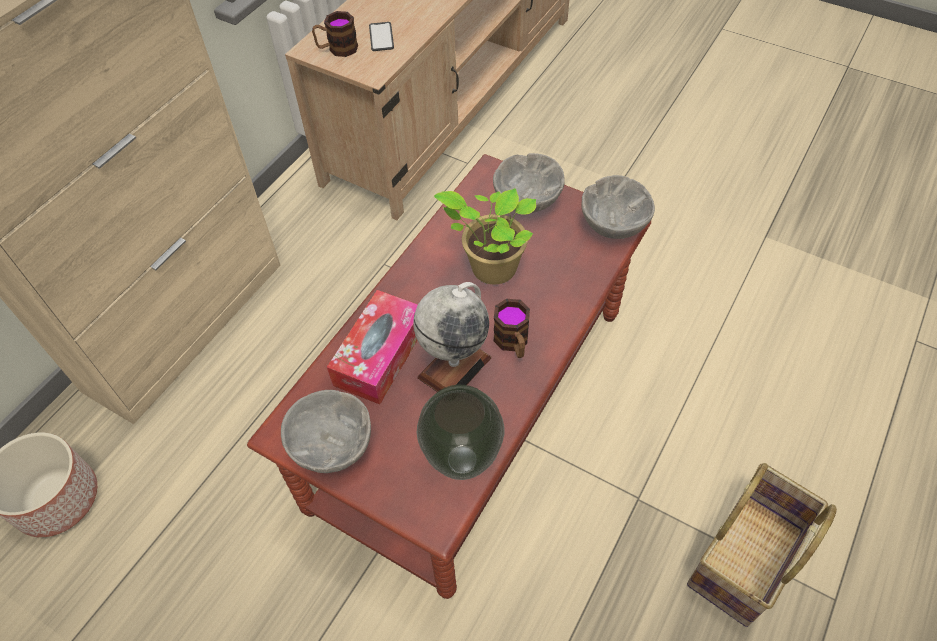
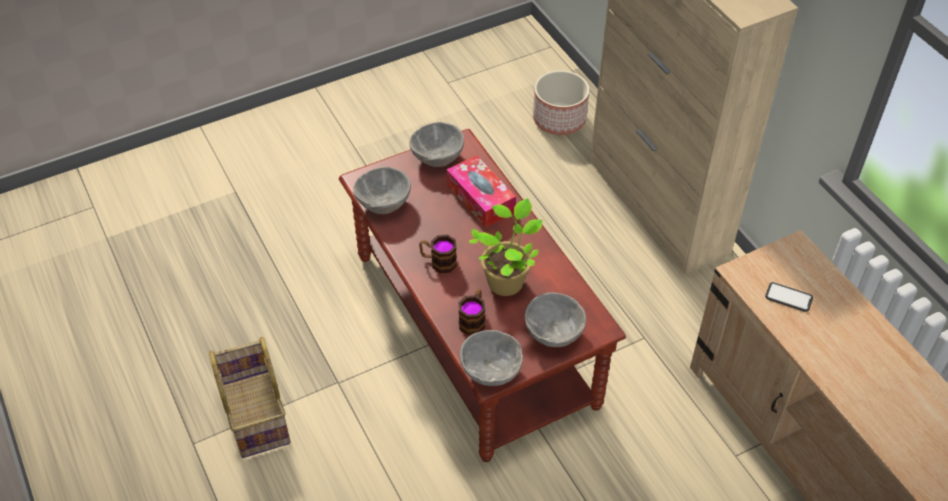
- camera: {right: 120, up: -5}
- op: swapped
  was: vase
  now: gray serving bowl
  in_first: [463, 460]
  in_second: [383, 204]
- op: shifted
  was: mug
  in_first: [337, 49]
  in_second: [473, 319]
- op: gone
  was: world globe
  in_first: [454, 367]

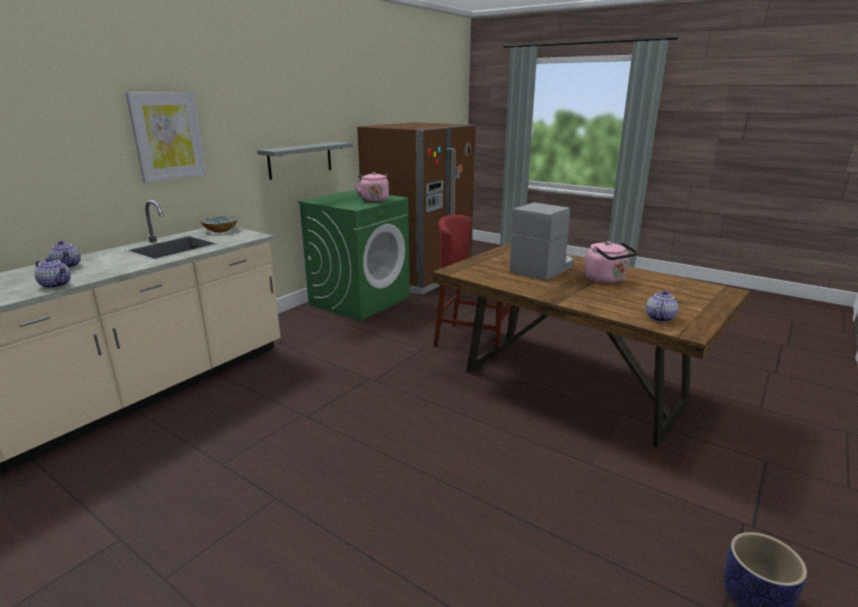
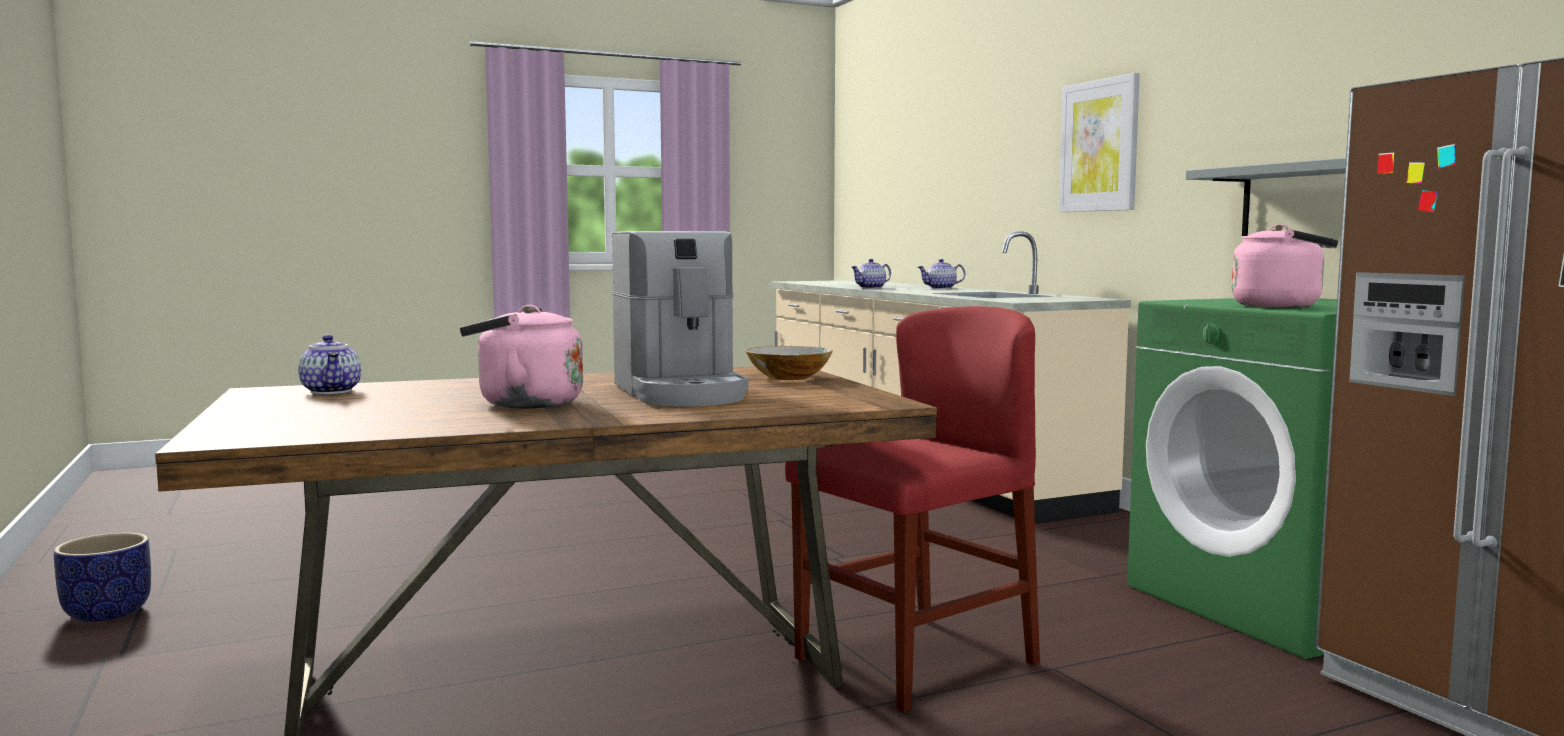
- camera: {right: 120, up: -15}
- op: shifted
  was: serving bowl
  in_first: [221, 230]
  in_second: [789, 377]

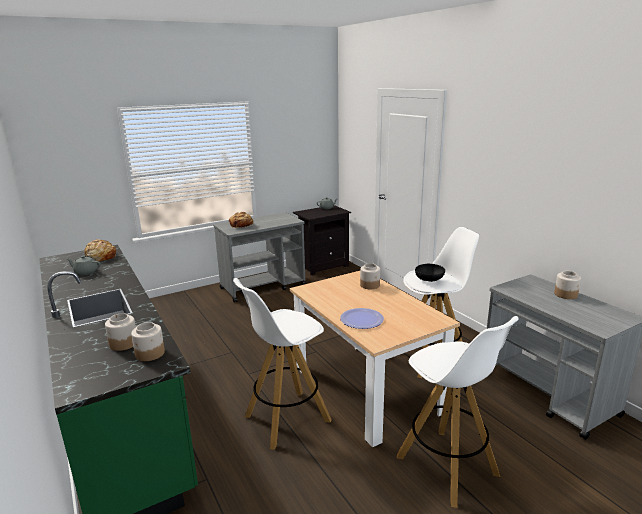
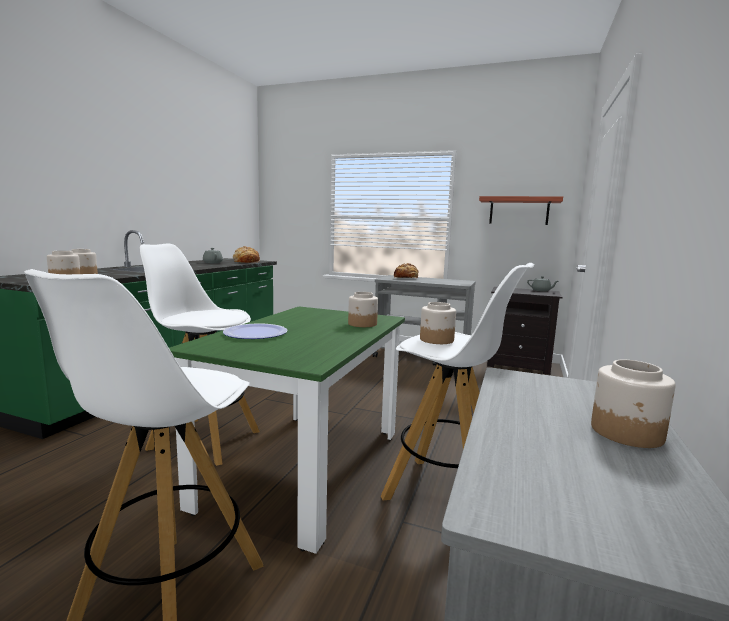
- camera: {right: 50, up: -10}
- op: repainted
  was: beige dinner table
  now: green-coloured dinner table
  in_first: [366, 389]
  in_second: [305, 467]
- op: swapped
  was: black-coloured serving bowl
  now: preserve jar
  in_first: [429, 280]
  in_second: [436, 340]
- op: new
  now: shelf
  in_second: [519, 211]

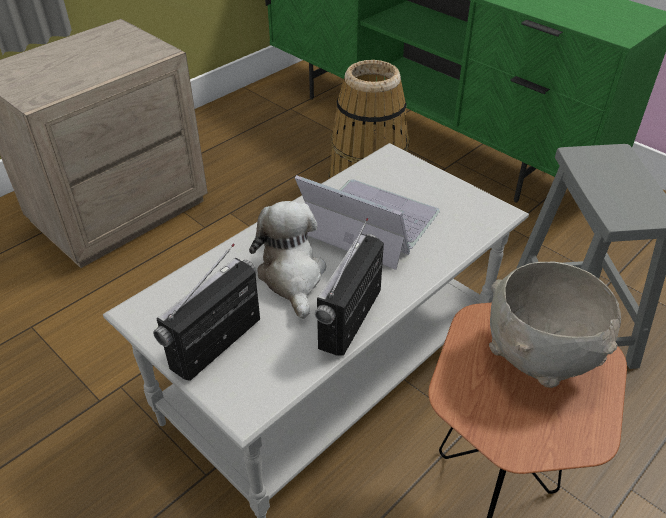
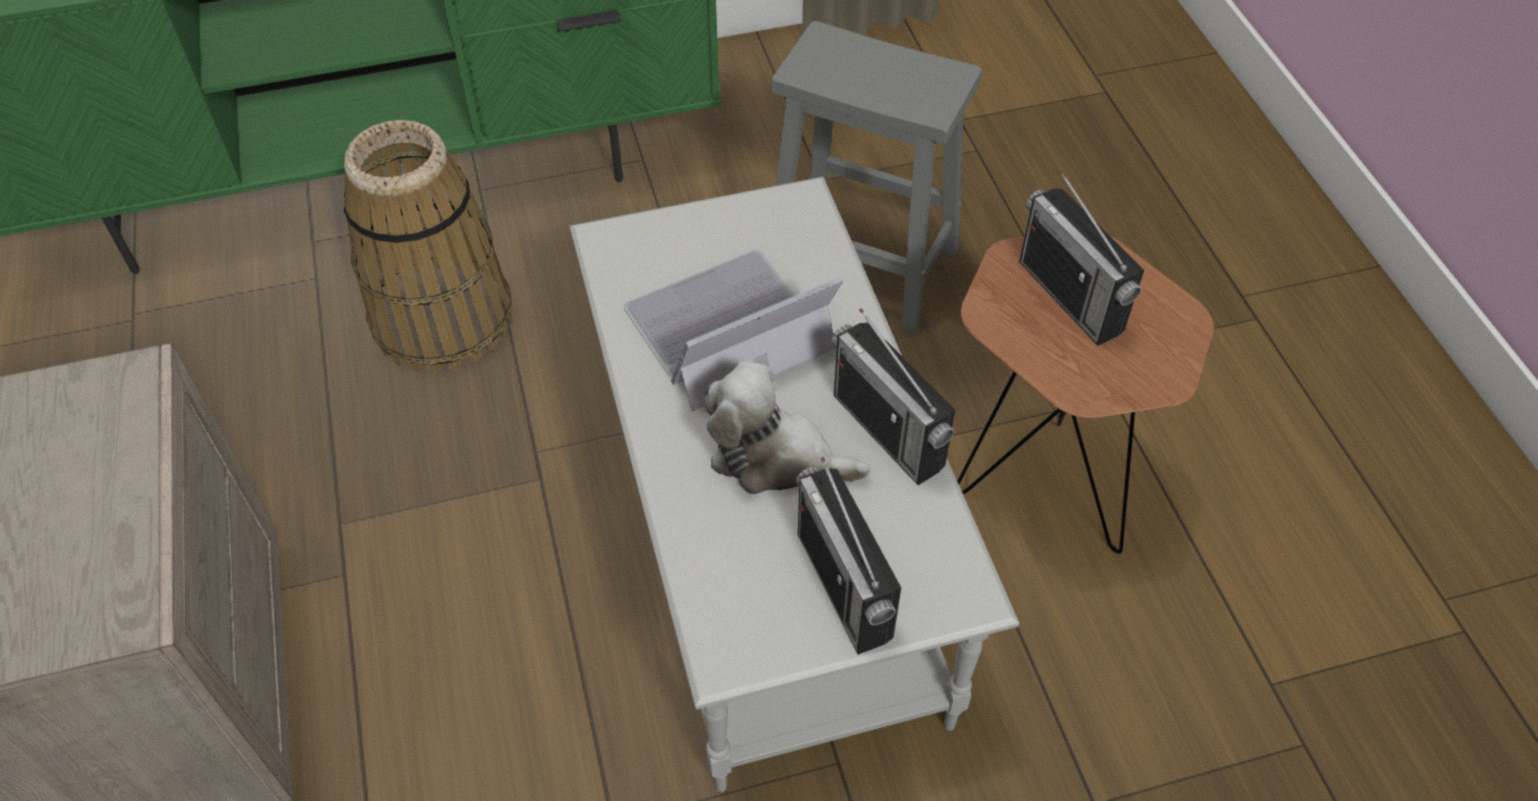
- camera: {right: -60, up: 10}
- op: swapped
  was: gray serving bowl
  now: radio
  in_first: [539, 358]
  in_second: [1070, 297]

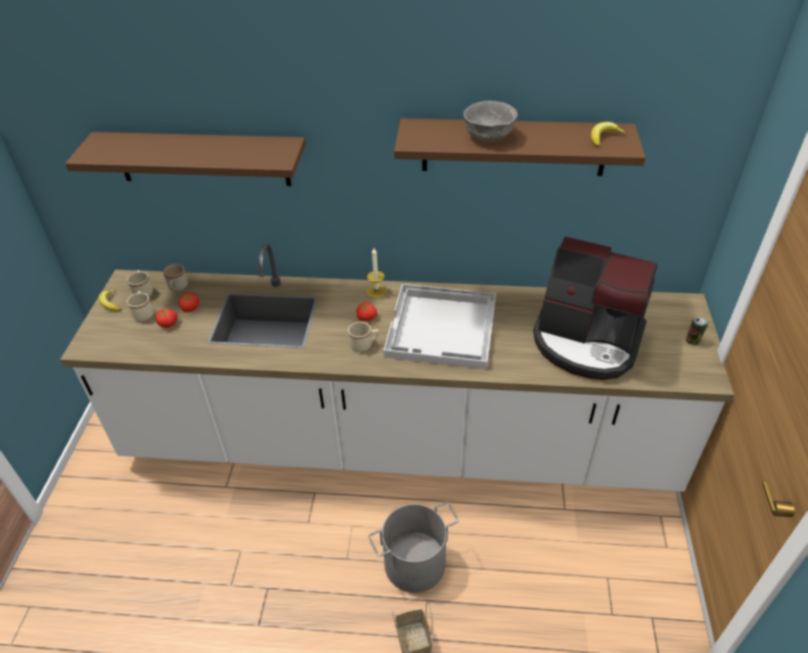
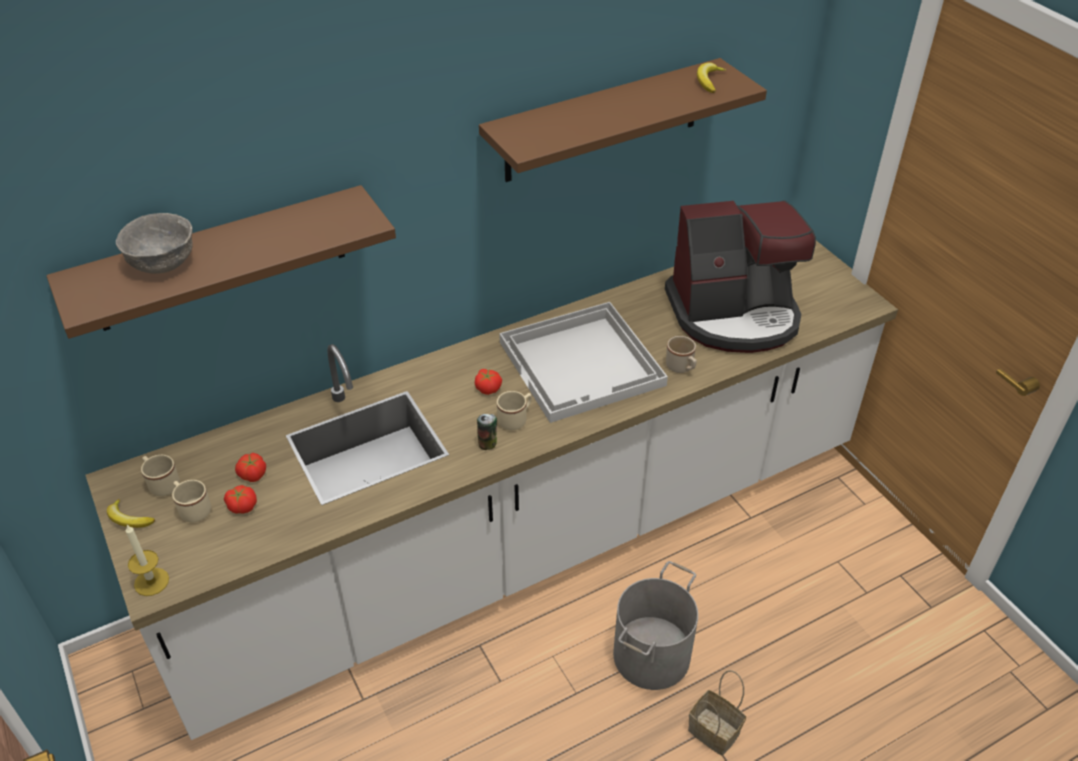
- camera: {right: -35, up: 0}
- op: shifted
  was: gray serving bowl
  in_first: [489, 136]
  in_second: [163, 262]
- op: shifted
  was: wax candle
  in_first: [376, 291]
  in_second: [151, 582]
- op: shifted
  was: can
  in_first: [693, 340]
  in_second: [488, 443]
- op: shifted
  was: beige mug
  in_first: [177, 288]
  in_second: [681, 368]

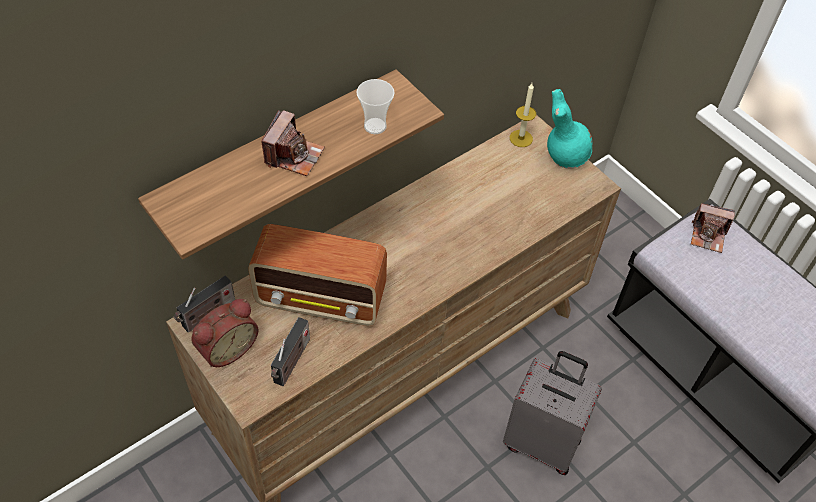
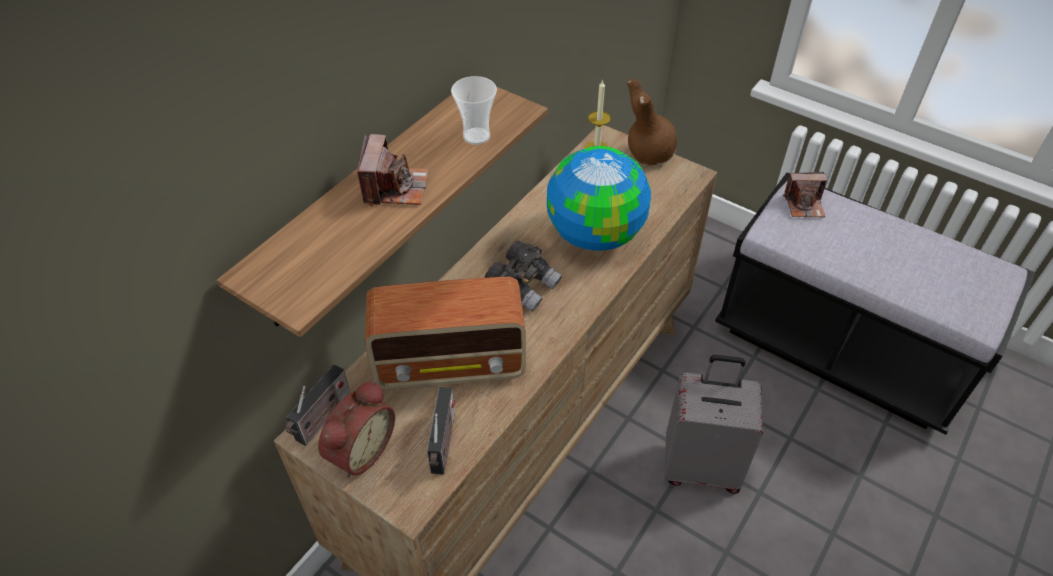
- camera: {right: -15, up: -5}
- op: new
  now: gray binoculars
  in_second: [524, 286]
- op: new
  now: world globe
  in_second: [594, 234]
- op: repainted
  was: turquoise vase
  now: brown-coloured vase
  in_first: [564, 156]
  in_second: [647, 155]

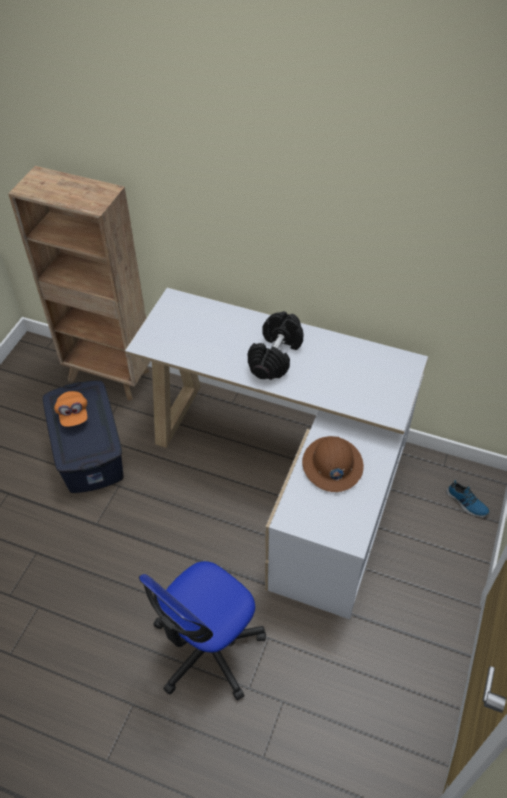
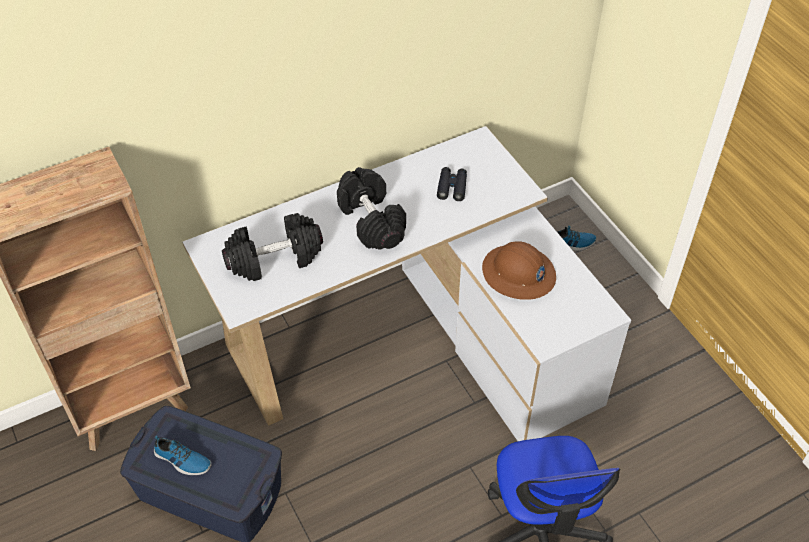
- camera: {right: -50, up: 0}
- op: swapped
  was: orange-coloured baseball cap
  now: item of footwear
  in_first: [73, 414]
  in_second: [182, 460]
- op: new
  now: black-coloured hand weight
  in_second: [274, 259]
- op: new
  now: black-coloured binoculars
  in_second: [452, 187]

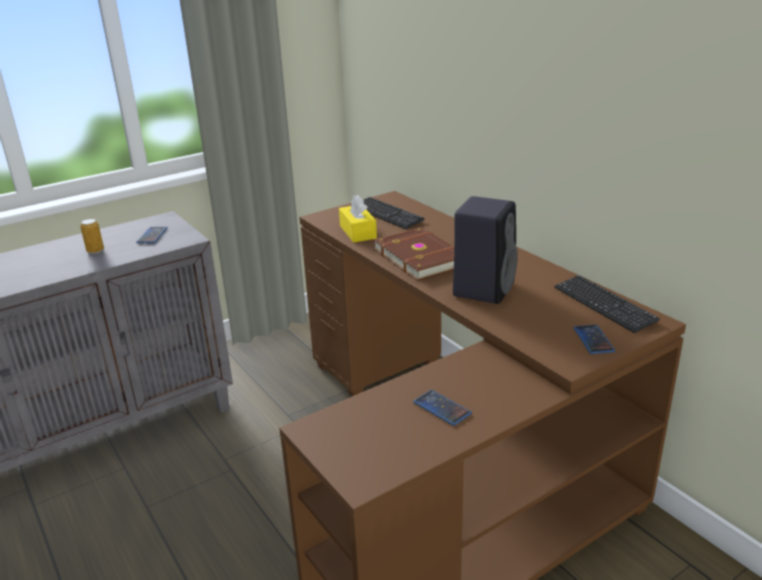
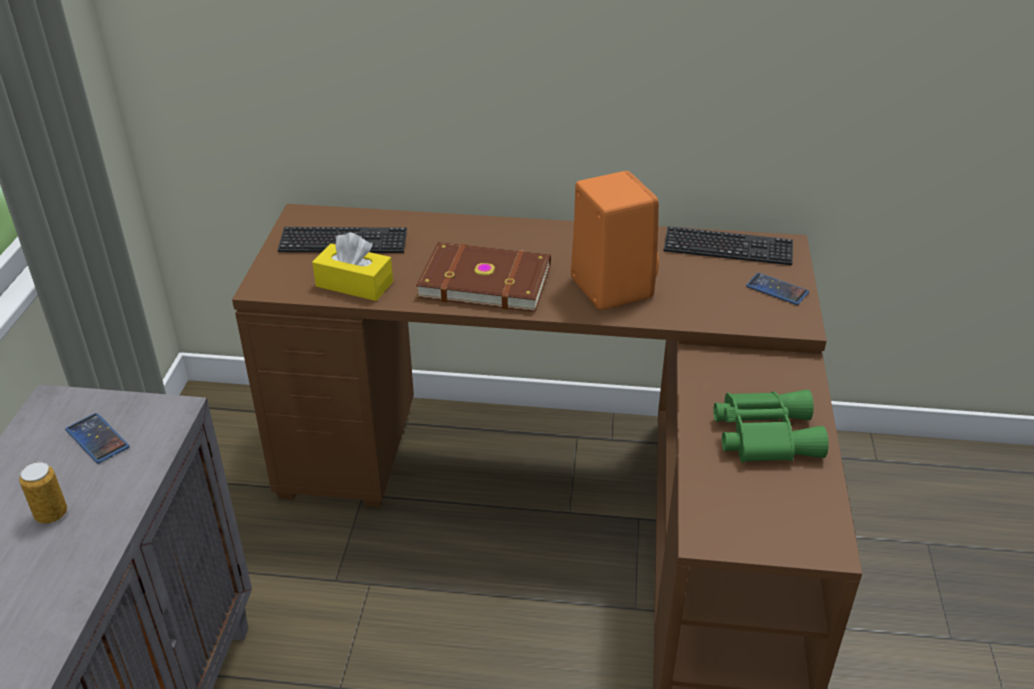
- camera: {right: -50, up: 10}
- op: repainted
  was: black-coloured audio speaker
  now: orange-coloured audio speaker
  in_first: [484, 288]
  in_second: [609, 286]
- op: swapped
  was: telephone
  now: green-coloured binoculars
  in_first: [442, 408]
  in_second: [763, 434]

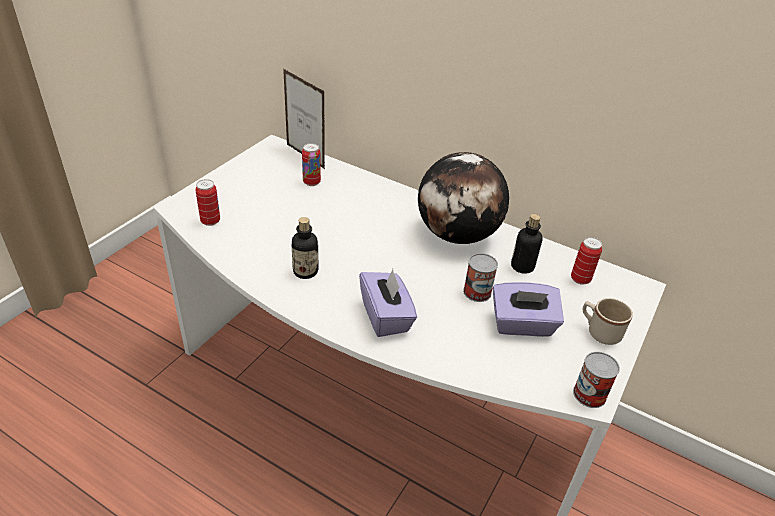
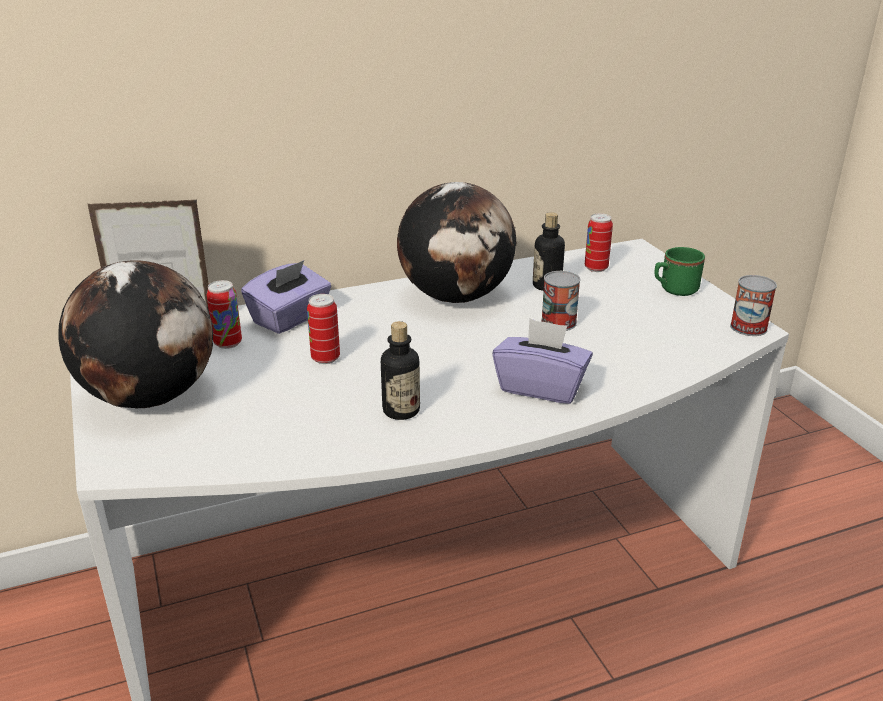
- camera: {right: -50, up: -10}
- op: new
  now: world globe
  in_second: [150, 396]
- op: shifted
  was: purple-coloured tissue box
  in_first: [522, 325]
  in_second: [290, 318]
- op: shifted
  was: can
  in_first: [210, 221]
  in_second: [325, 358]
- op: repainted
  was: beige mug
  now: green-coloured mug
  in_first: [599, 332]
  in_second: [674, 290]

